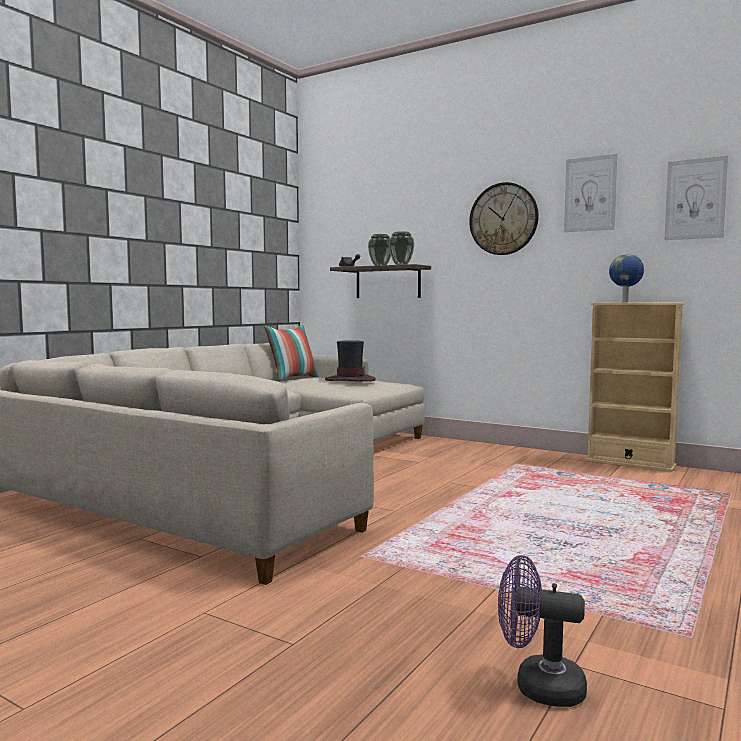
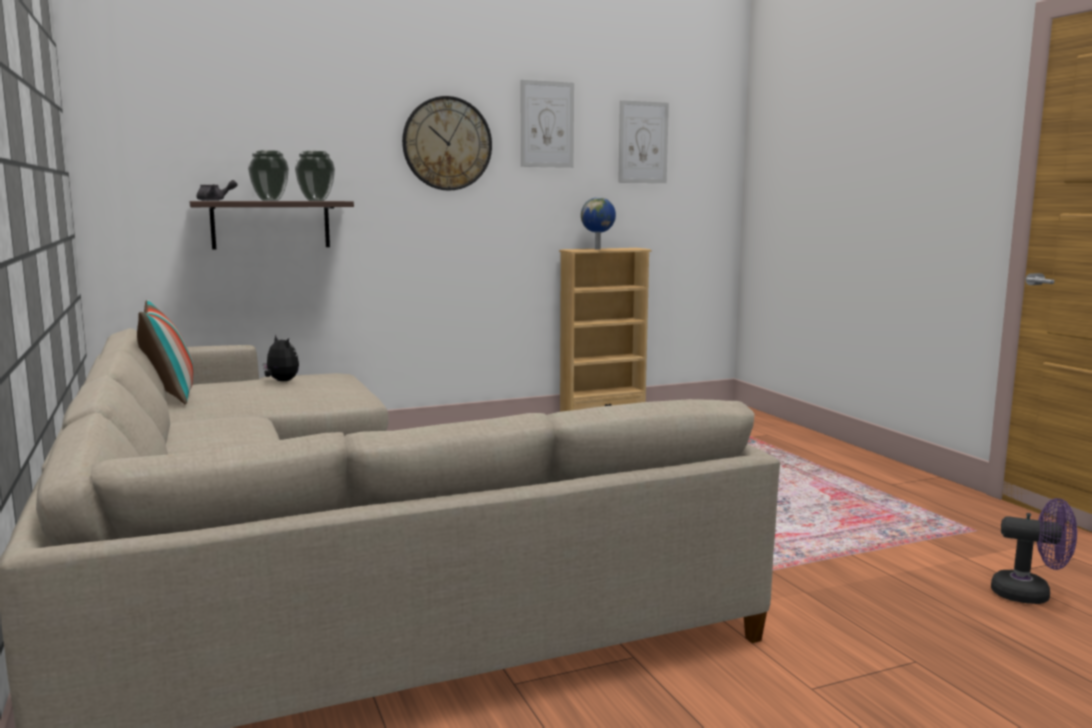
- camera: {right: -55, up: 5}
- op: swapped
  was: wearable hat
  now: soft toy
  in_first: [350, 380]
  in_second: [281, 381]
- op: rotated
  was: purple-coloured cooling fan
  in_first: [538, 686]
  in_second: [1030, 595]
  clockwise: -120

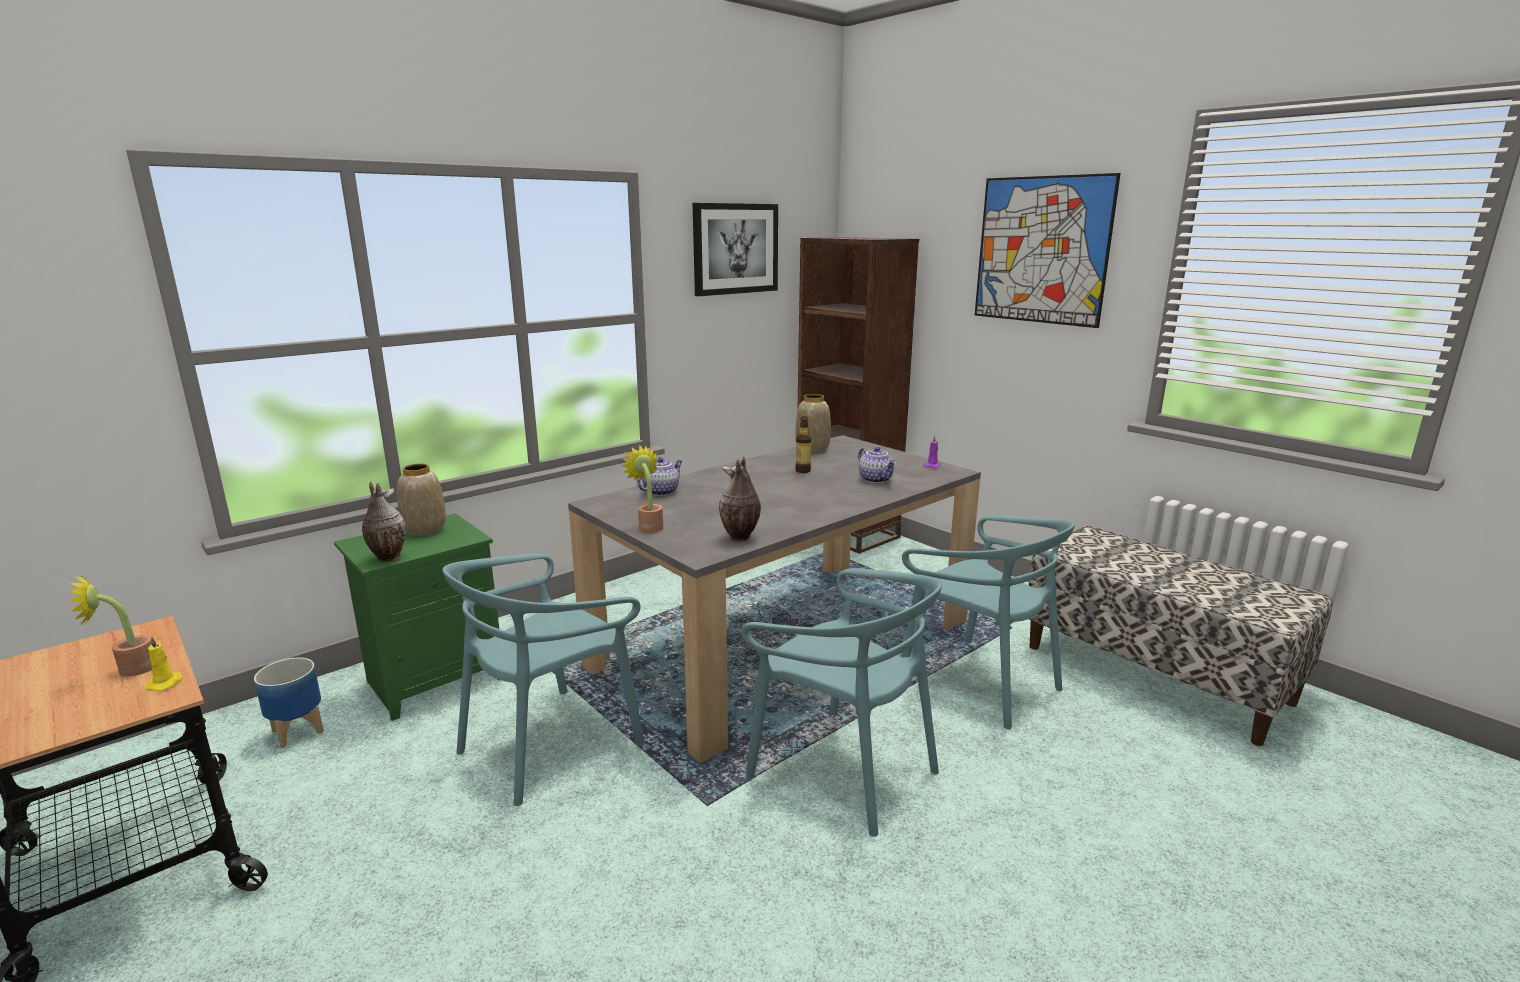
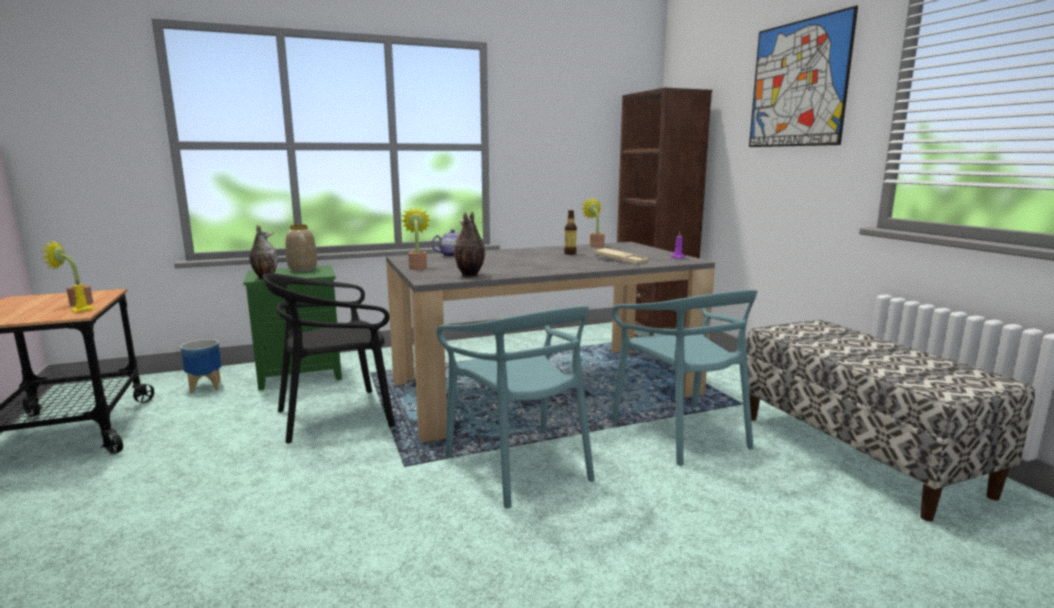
- camera: {right: 20, up: -5}
- op: repainted
  was: turquoise plain chair
  now: black-coloured plain chair
  in_first: [550, 744]
  in_second: [336, 416]
- op: swapped
  was: vase
  now: houseplant
  in_first: [812, 450]
  in_second: [595, 246]
- op: swapped
  was: pot for tea
  now: beige serving tray
  in_first: [876, 479]
  in_second: [620, 260]
- op: gone
  was: picture
  in_first: [735, 249]

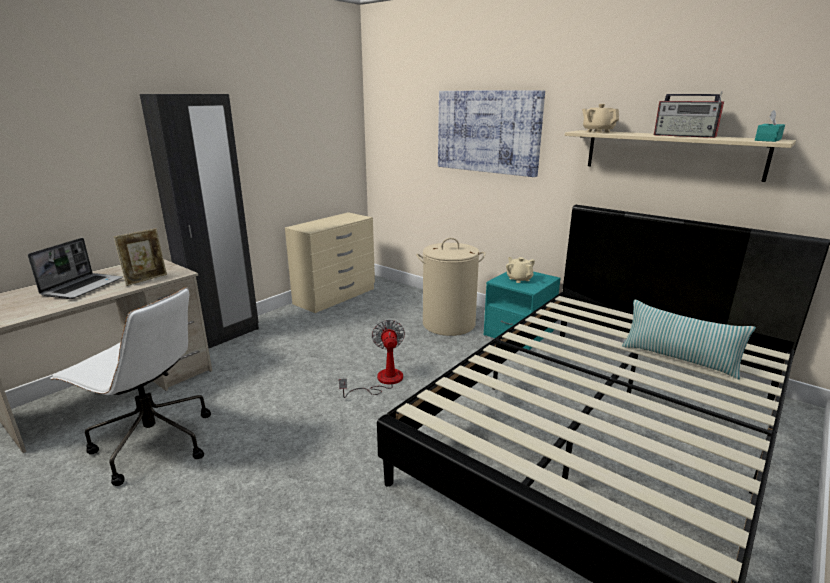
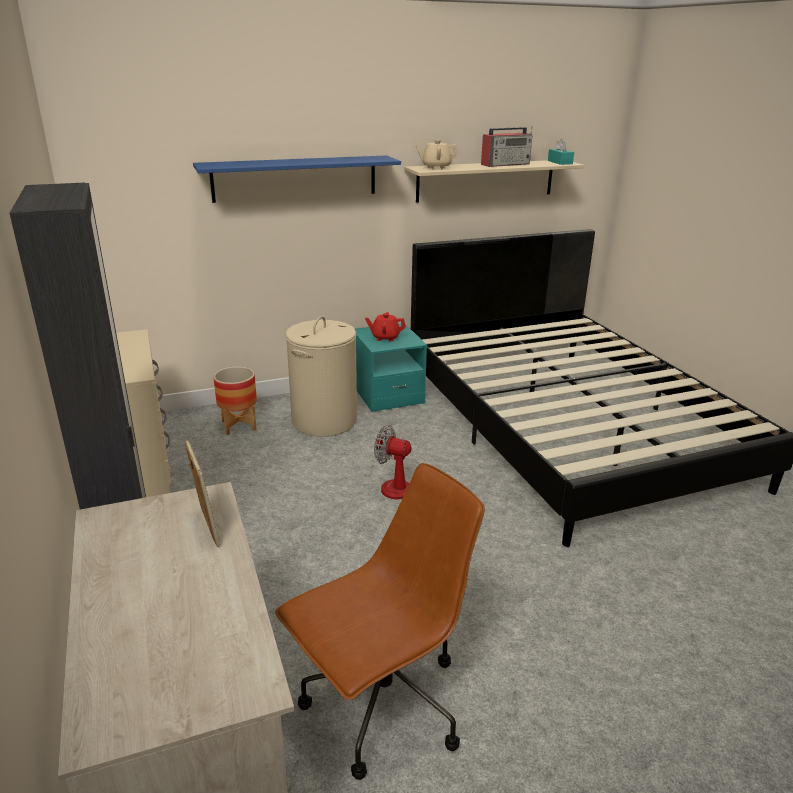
- camera: {right: -60, up: 5}
- op: swapped
  was: picture
  now: bluish shelf
  in_first: [488, 131]
  in_second: [295, 178]
- op: new
  now: plant pot
  in_second: [239, 425]
- op: repainted
  was: white office chair
  now: brown-coloured office chair
  in_first: [152, 443]
  in_second: [382, 706]
- op: repainted
  was: beige pot for tea
  now: red pot for tea
  in_first: [519, 279]
  in_second: [385, 337]
- op: gone
  was: notebook computer
  in_first: [83, 287]
- op: gone
  was: cushion
  in_first: [679, 359]

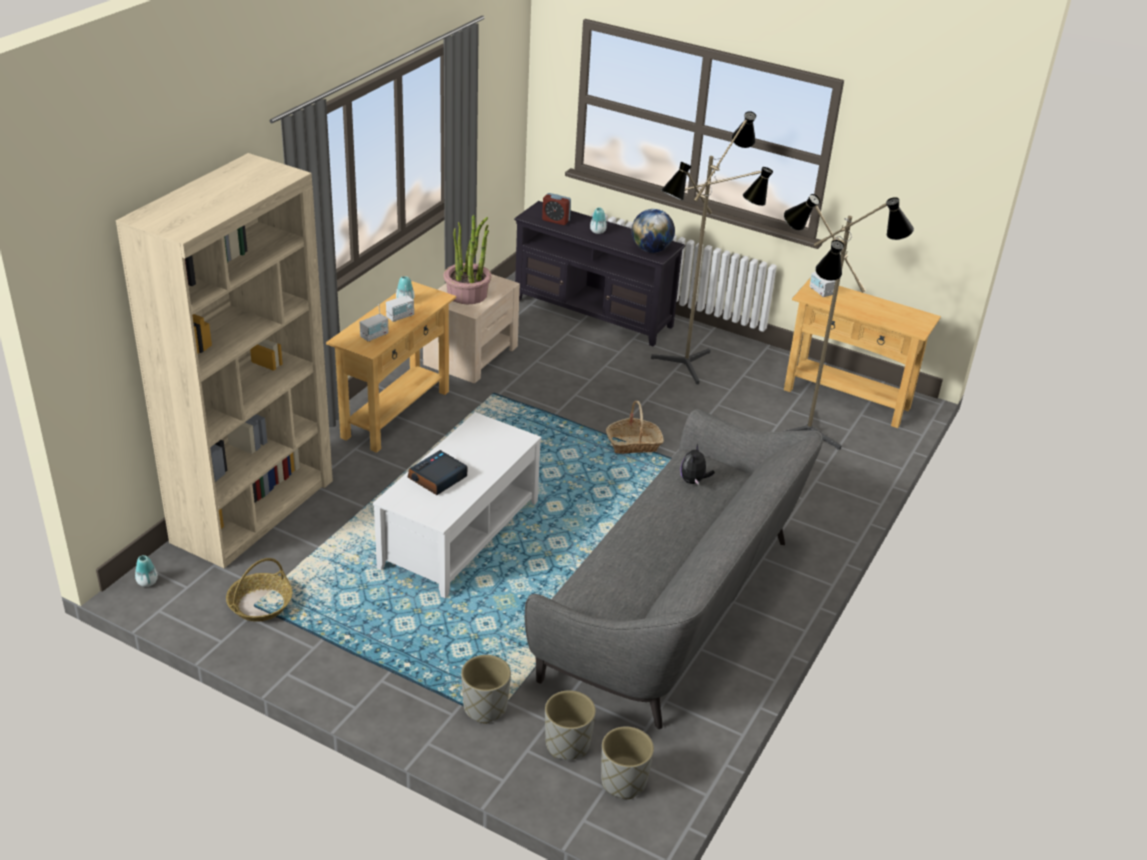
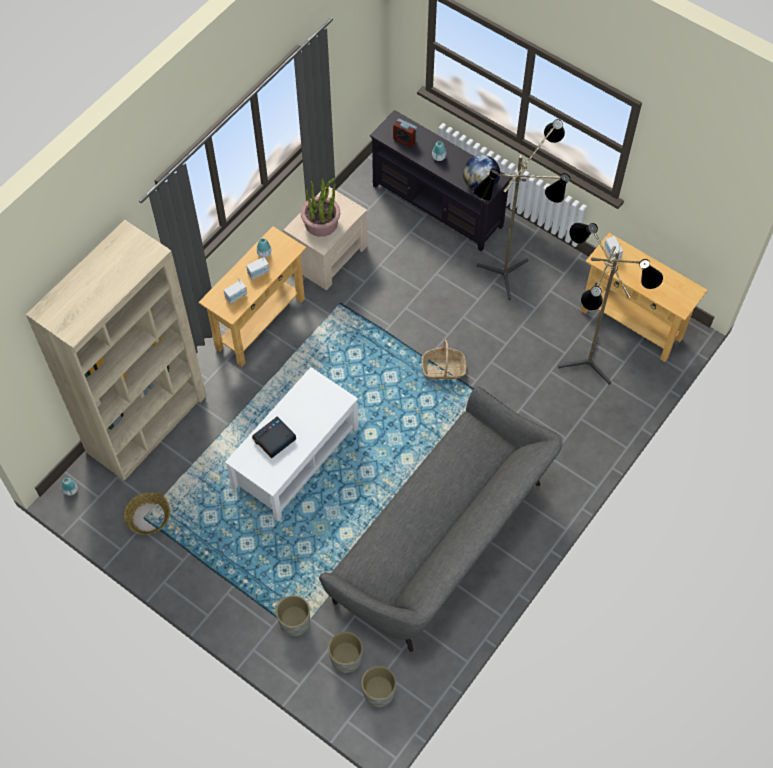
- camera: {right: 10, up: 25}
- op: gone
  was: soft toy
  in_first: [693, 481]

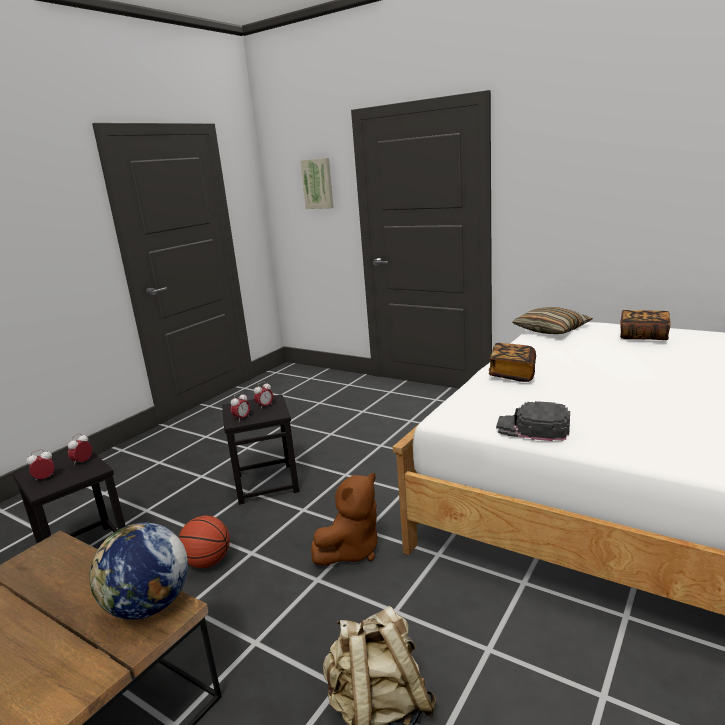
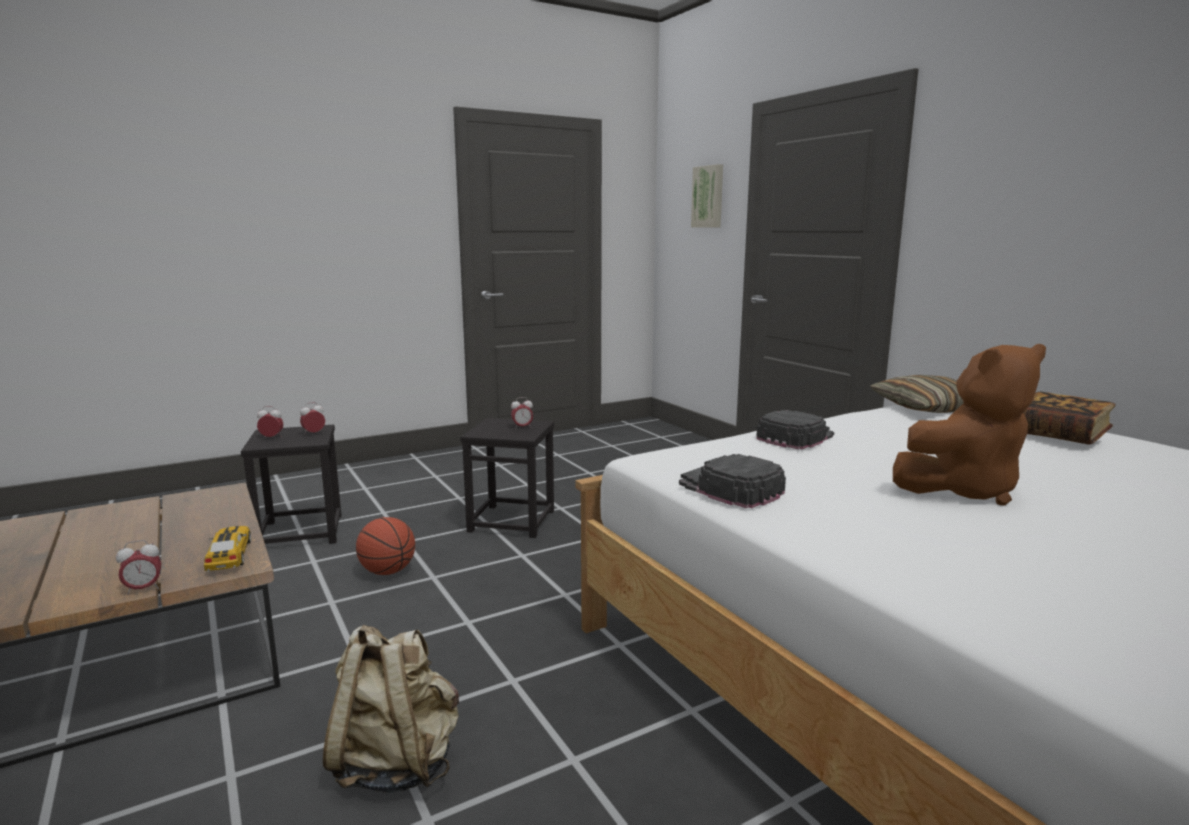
- camera: {right: 25, up: -5}
- op: shifted
  was: table clock
  in_first: [242, 418]
  in_second: [143, 589]
- op: swapped
  was: world globe
  now: toy car
  in_first: [148, 606]
  in_second: [229, 556]
- op: swapped
  was: book
  now: black-coloured baseball cap
  in_first: [512, 373]
  in_second: [795, 437]
- op: shifted
  was: brown-coloured soft toy
  in_first: [351, 550]
  in_second: [962, 490]

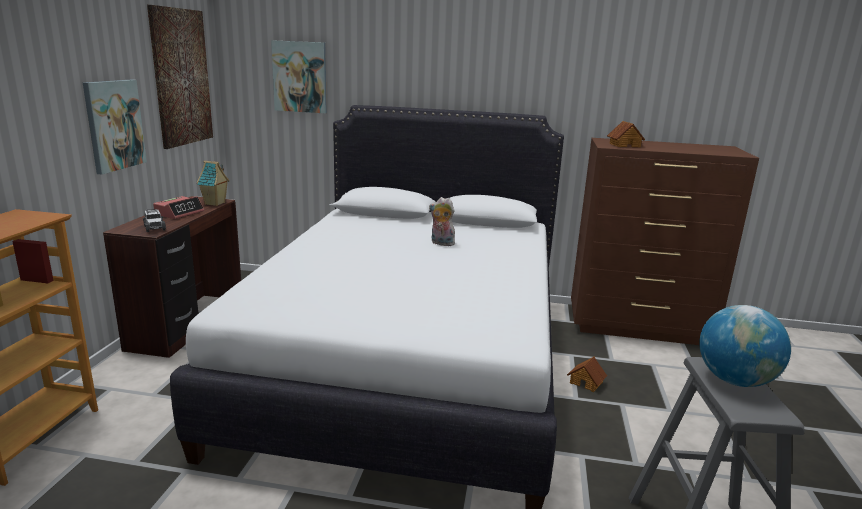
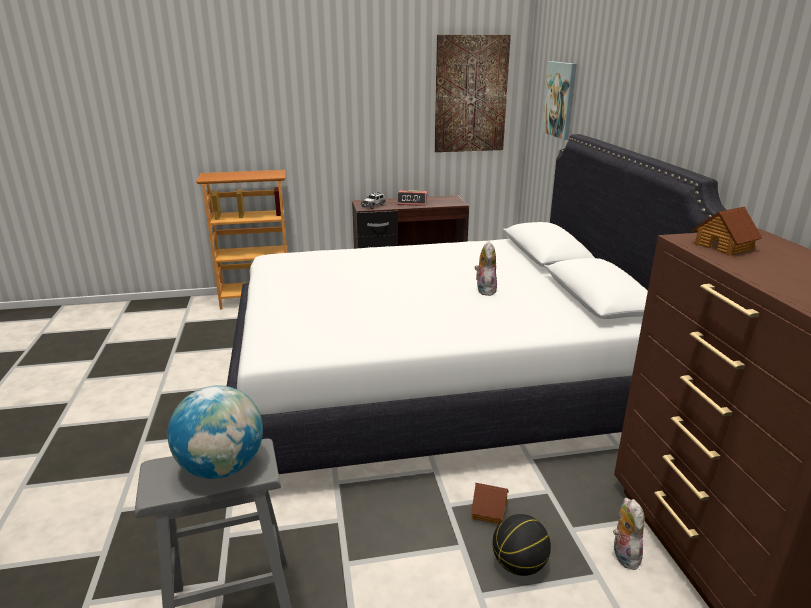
- camera: {right: 70, up: 5}
- op: new
  now: ball for basketball
  in_second: [519, 565]
- op: new
  now: soft toy
  in_second: [623, 554]
- op: gone
  was: picture
  in_first: [114, 125]
- op: gone
  was: miniature house
  in_first: [215, 203]

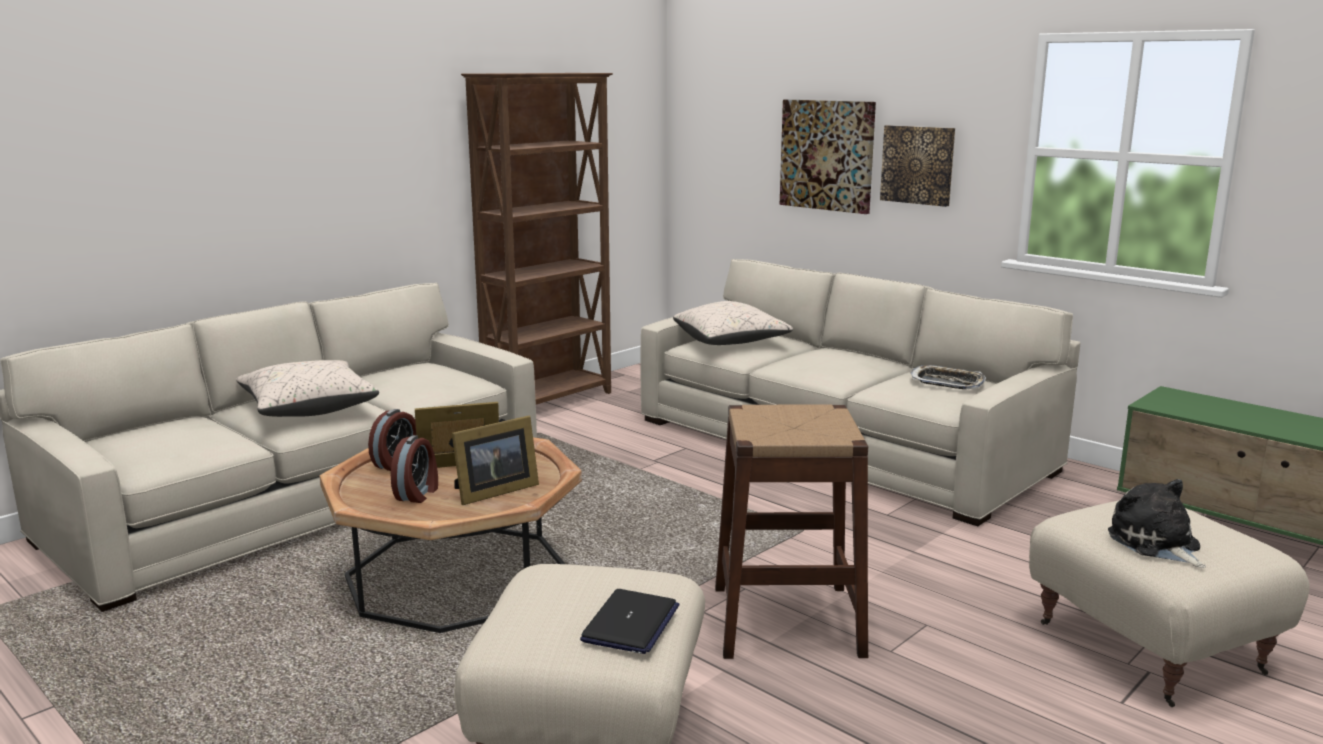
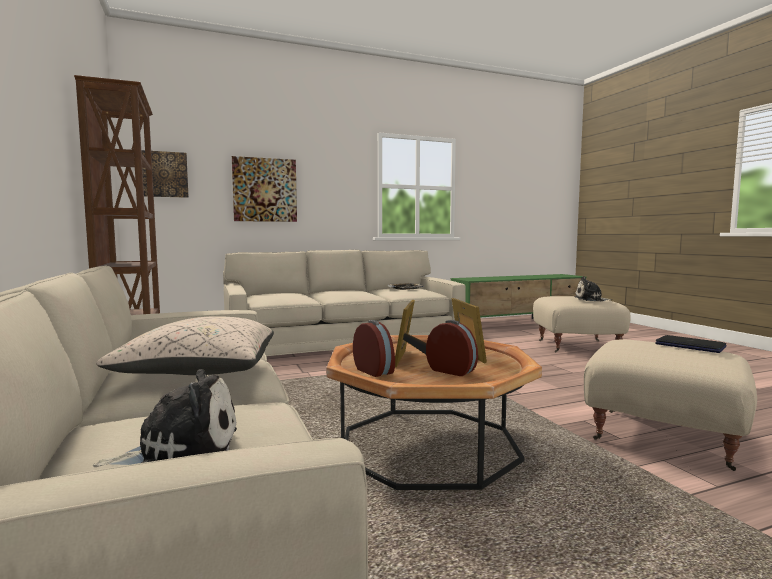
- camera: {right: -65, up: -10}
- op: new
  now: soft toy
  in_second: [181, 452]
- op: shifted
  was: picture
  in_first: [918, 165]
  in_second: [163, 174]
- op: gone
  was: beige cushion
  in_first: [731, 341]
- op: gone
  was: brown-coloured sitting stool
  in_first: [787, 620]

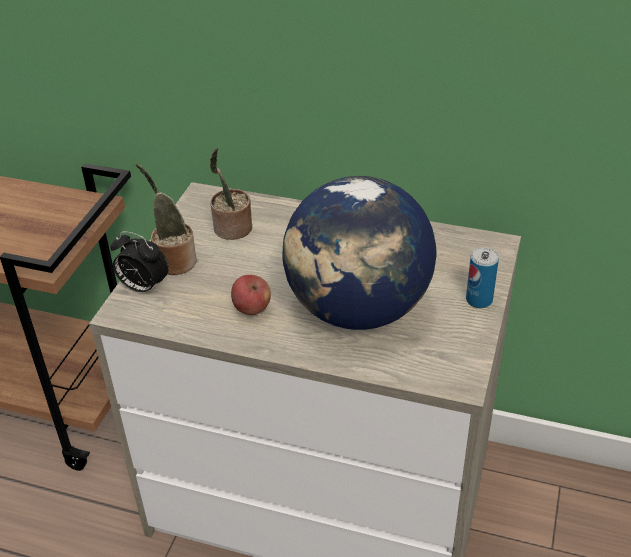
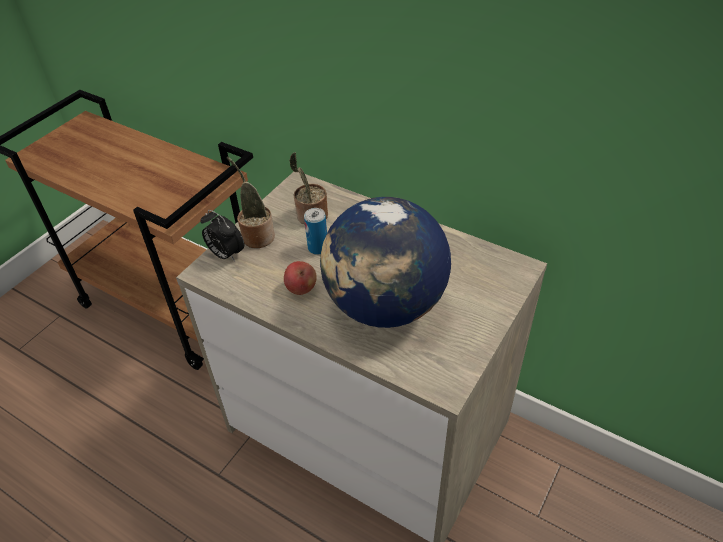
- camera: {right: 15, up: 5}
- op: shifted
  was: can
  in_first: [479, 300]
  in_second: [318, 248]

